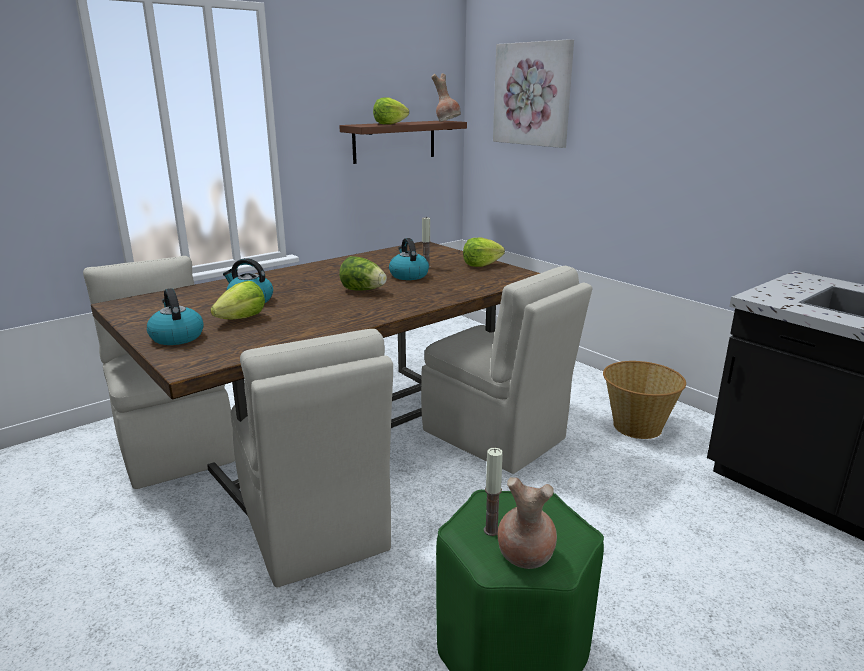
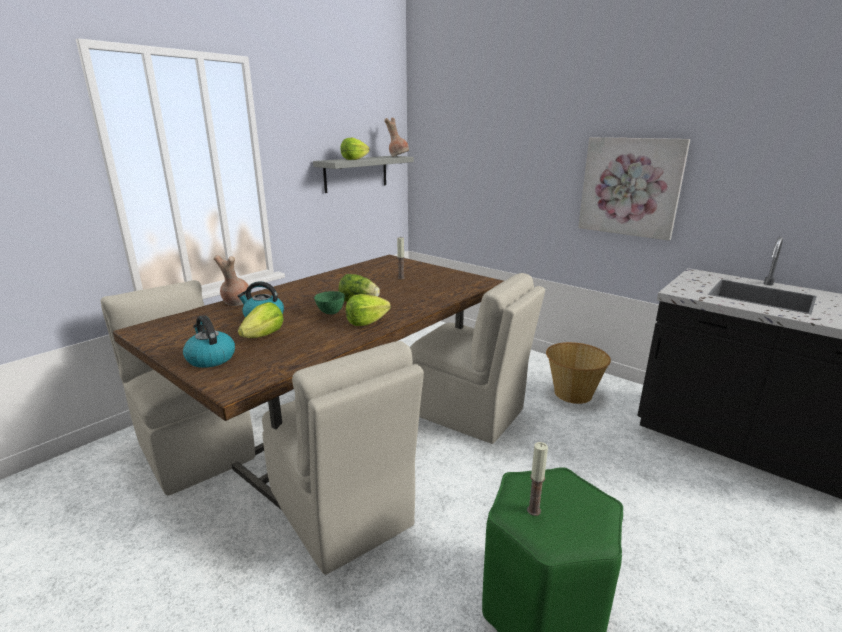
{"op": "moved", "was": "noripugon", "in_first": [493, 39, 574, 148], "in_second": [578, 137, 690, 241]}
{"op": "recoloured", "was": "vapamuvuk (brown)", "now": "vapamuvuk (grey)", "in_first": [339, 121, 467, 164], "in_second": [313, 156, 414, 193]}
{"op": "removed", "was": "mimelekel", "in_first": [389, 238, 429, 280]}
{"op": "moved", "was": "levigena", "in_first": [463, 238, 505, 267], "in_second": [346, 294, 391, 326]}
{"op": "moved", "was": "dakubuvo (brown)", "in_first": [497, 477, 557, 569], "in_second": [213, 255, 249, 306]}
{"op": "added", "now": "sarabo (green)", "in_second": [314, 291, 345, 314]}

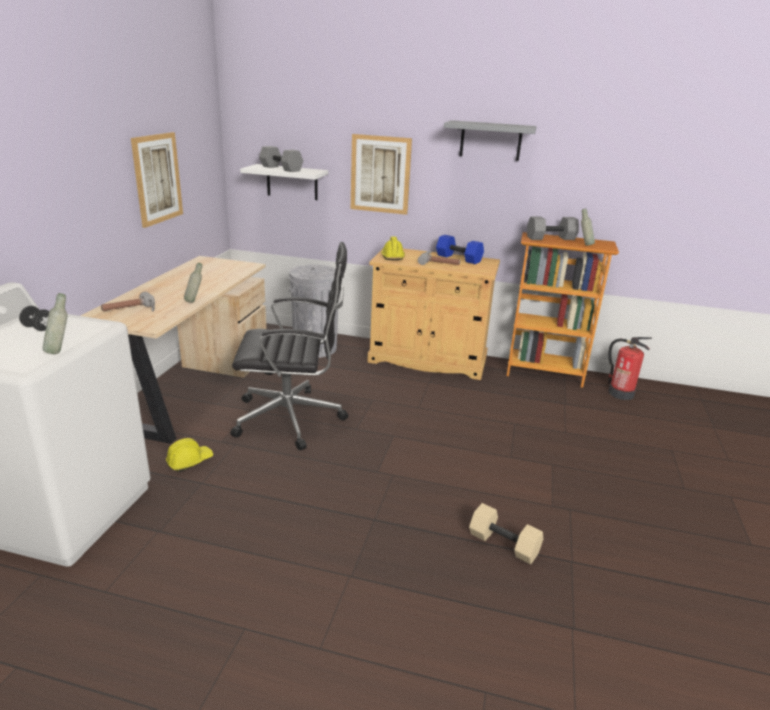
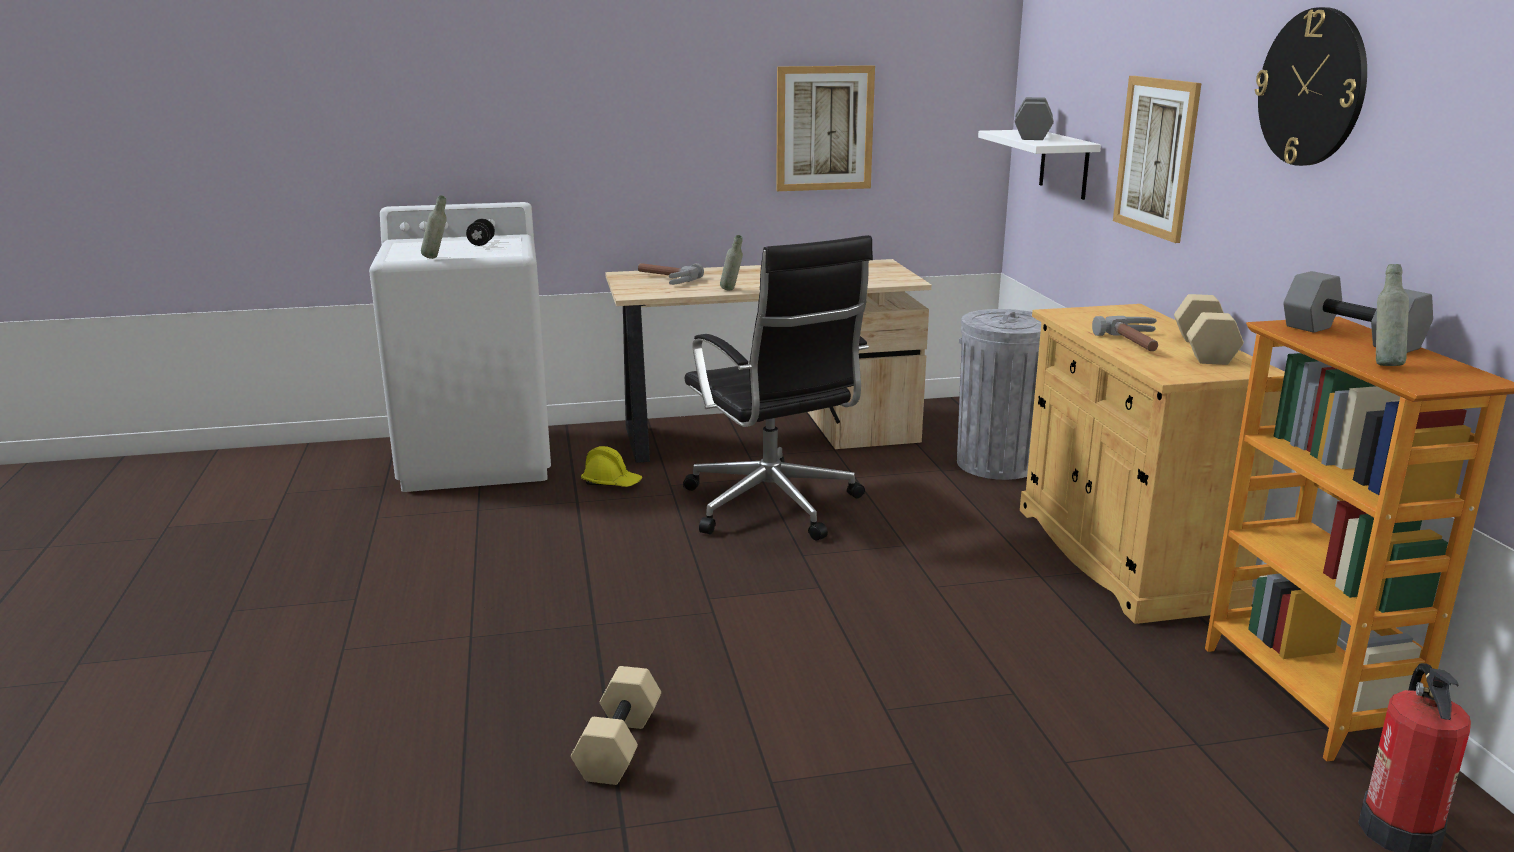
{"op": "replaced", "was": "vapamuvuk (grey)", "now": "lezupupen", "in_first": [444, 120, 537, 161], "in_second": [1255, 7, 1367, 166]}
{"op": "recoloured", "was": "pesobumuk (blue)", "now": "pesobumuk (beige)", "in_first": [436, 235, 484, 264], "in_second": [1174, 294, 1244, 365]}
{"op": "removed", "was": "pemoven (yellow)", "in_first": [381, 236, 405, 260]}

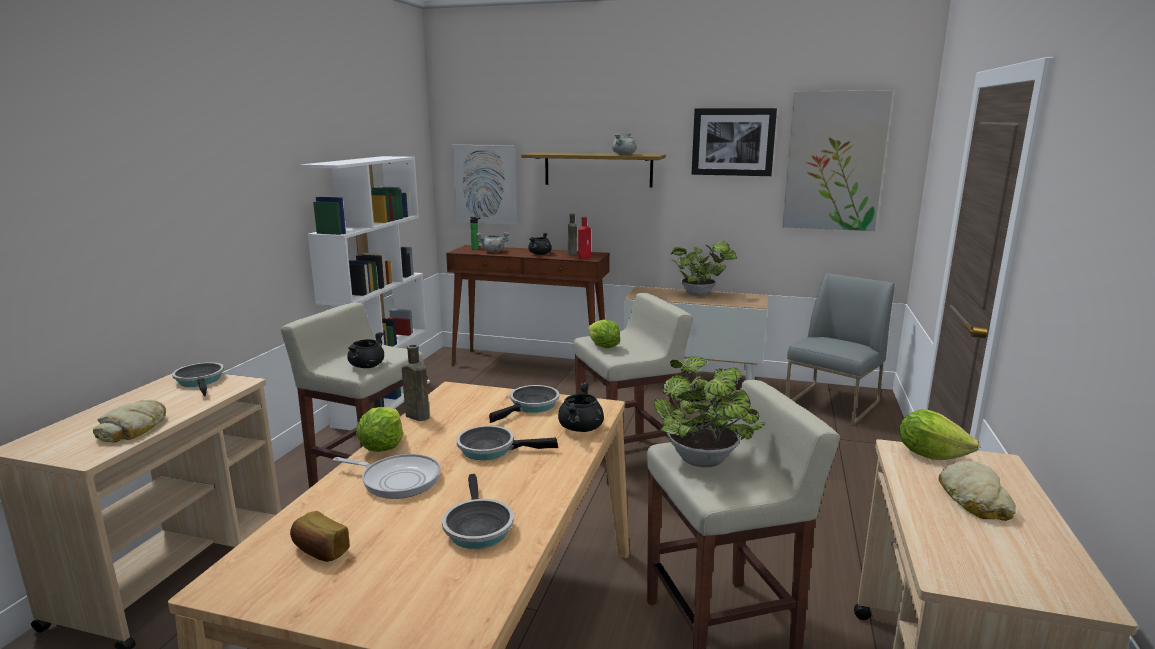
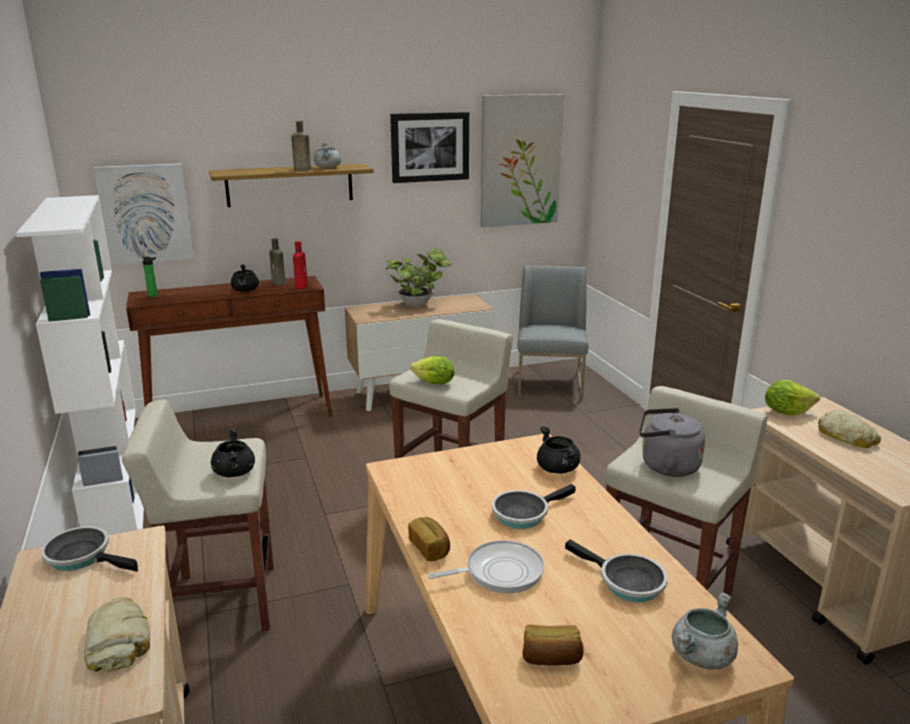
{"op": "moved", "was": "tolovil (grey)", "in_first": [476, 232, 510, 252], "in_second": [672, 592, 738, 669]}
{"op": "moved", "was": "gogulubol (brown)", "in_first": [402, 344, 430, 421], "in_second": [291, 121, 311, 171]}
{"op": "replaced", "was": "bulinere", "now": "mimelekel (grey)", "in_first": [654, 357, 765, 467], "in_second": [639, 408, 705, 477]}
{"op": "removed", "was": "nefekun", "in_first": [489, 385, 560, 423]}
{"op": "replaced", "was": "levigena", "now": "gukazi", "in_first": [356, 407, 403, 452], "in_second": [408, 517, 450, 561]}

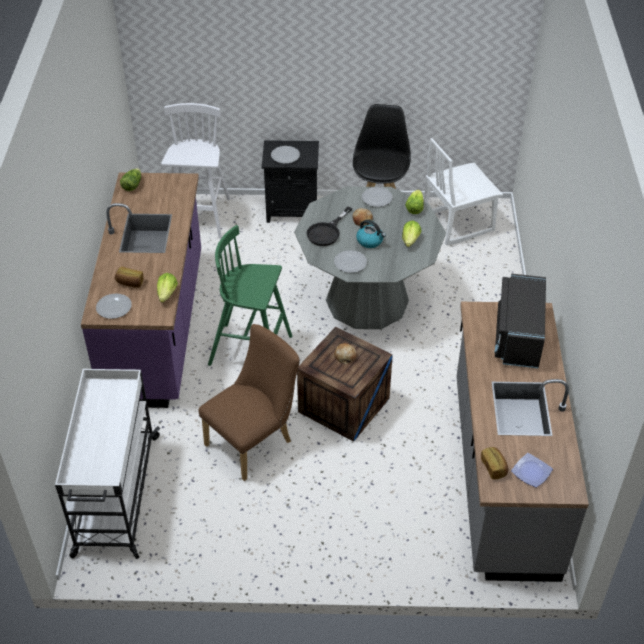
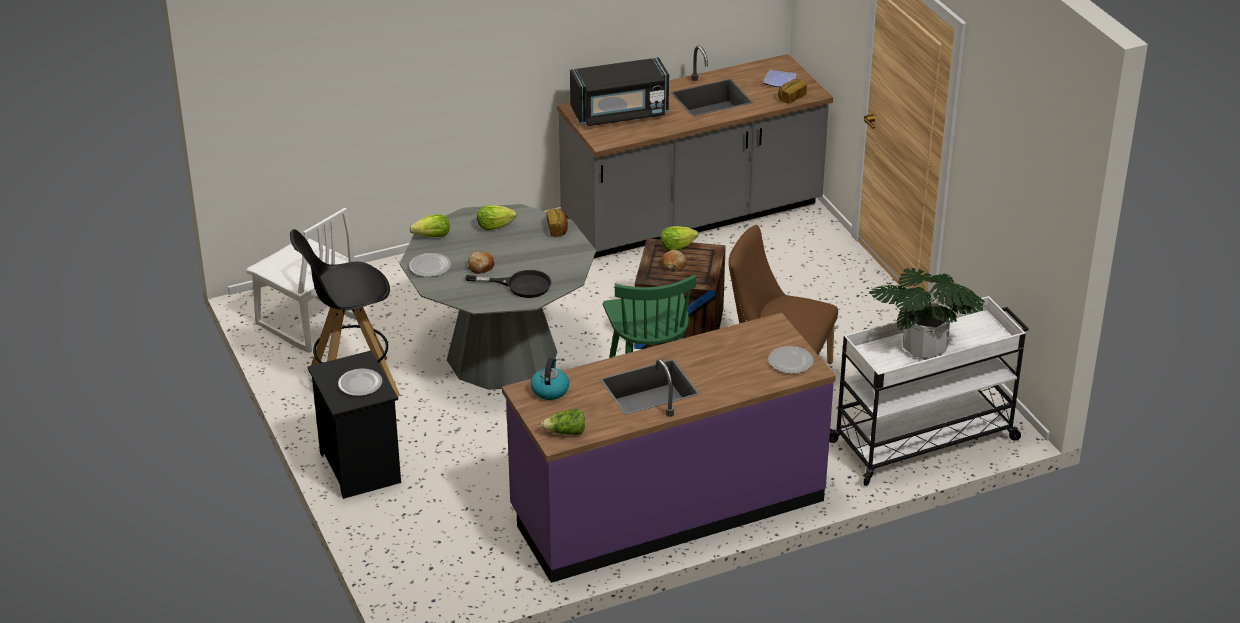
{"op": "removed", "was": "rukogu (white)", "in_first": [161, 103, 230, 239]}
{"op": "moved", "was": "mimelekel", "in_first": [356, 220, 386, 248], "in_second": [530, 358, 569, 400]}
{"op": "removed", "was": "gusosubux", "in_first": [334, 250, 367, 273]}
{"op": "moved", "was": "gukazi", "in_first": [115, 267, 143, 288], "in_second": [546, 209, 568, 237]}
{"op": "moved", "was": "levigena", "in_first": [157, 273, 178, 302], "in_second": [660, 226, 698, 251]}
{"op": "added", "now": "bulinere", "in_second": [869, 268, 985, 359]}

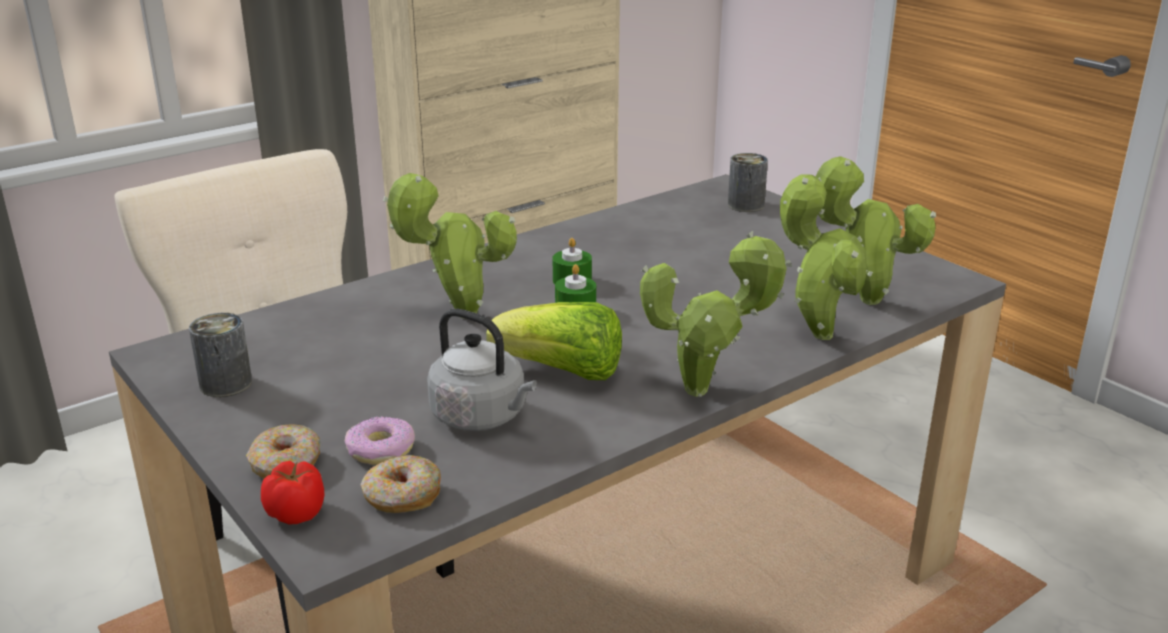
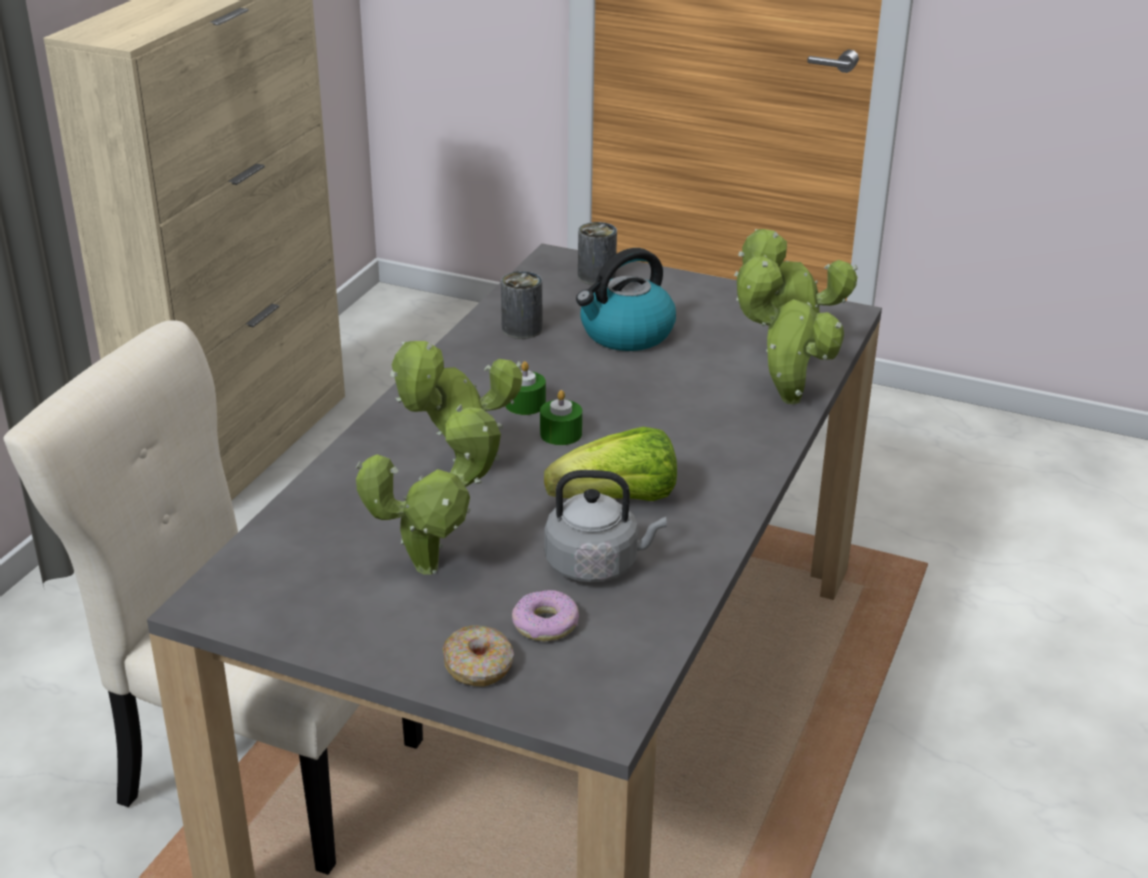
{"op": "moved", "was": "bulinere", "in_first": [640, 231, 792, 397], "in_second": [356, 404, 503, 575]}
{"op": "moved", "was": "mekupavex", "in_first": [189, 313, 252, 397], "in_second": [501, 271, 542, 339]}
{"op": "removed", "was": "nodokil", "in_first": [360, 455, 441, 513]}
{"op": "removed", "was": "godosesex", "in_first": [261, 461, 324, 524]}
{"op": "added", "now": "mimelekel", "in_second": [576, 248, 676, 351]}

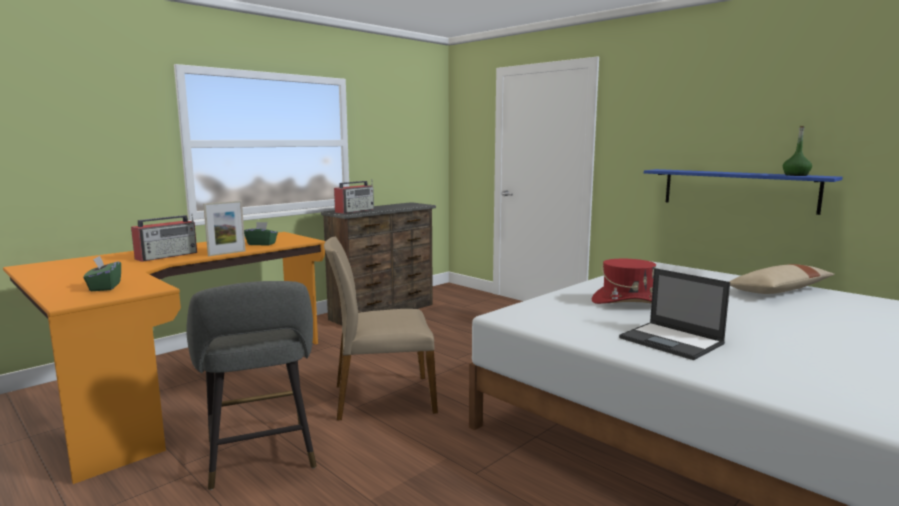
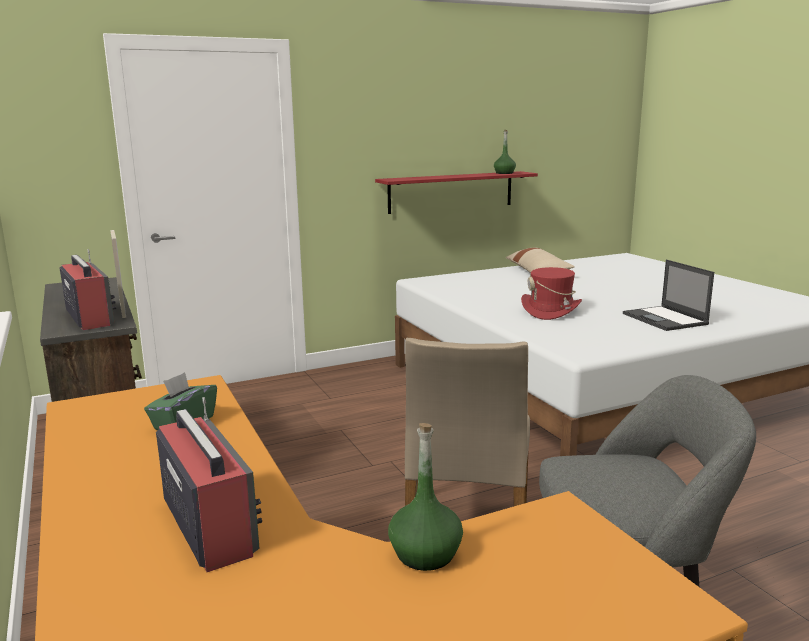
{"op": "recoloured", "was": "vapamuvuk (blue)", "now": "vapamuvuk (red)", "in_first": [644, 169, 843, 215], "in_second": [375, 171, 538, 214]}
{"op": "moved", "was": "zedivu", "in_first": [203, 201, 246, 256], "in_second": [110, 230, 126, 318]}
{"op": "removed", "was": "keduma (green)", "in_first": [83, 255, 121, 291]}
{"op": "turned", "was": "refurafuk", "in_first": [619, 268, 730, 360], "in_second": [623, 259, 714, 331], "clockwise": 90}
{"op": "added", "now": "gogulubol (green)", "in_second": [388, 423, 463, 571]}

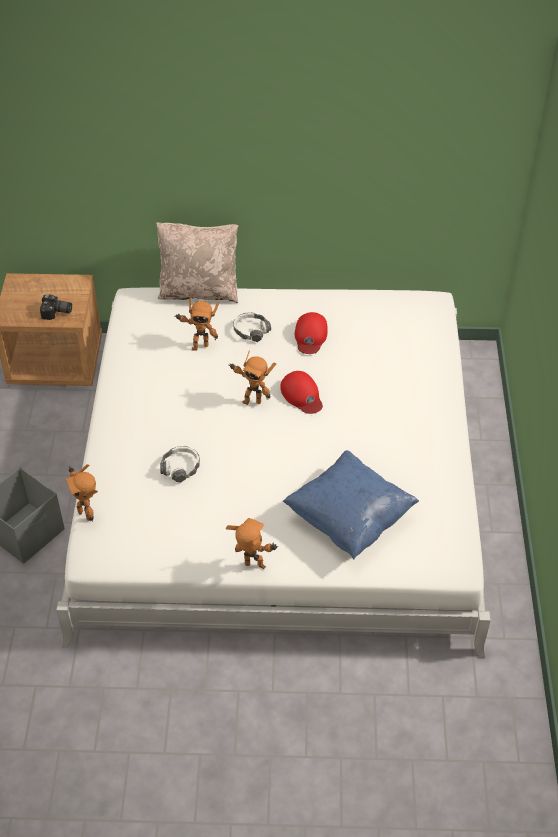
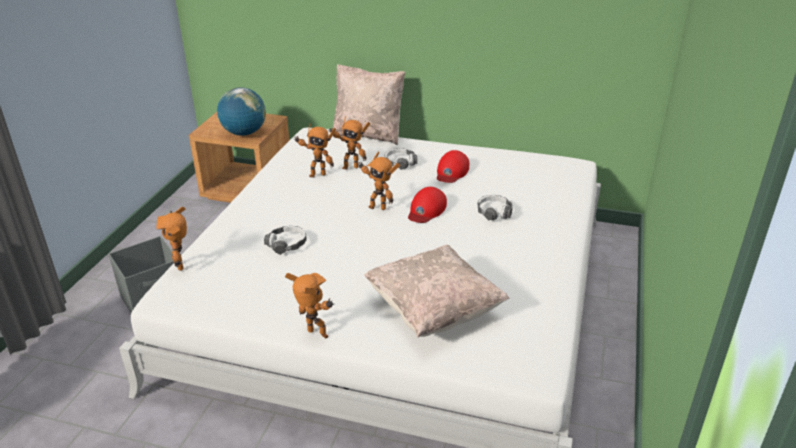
{"op": "replaced", "was": "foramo", "now": "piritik", "in_first": [40, 294, 72, 320], "in_second": [217, 87, 266, 136]}
{"op": "turned", "was": "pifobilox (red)", "in_first": [281, 371, 323, 414], "in_second": [408, 187, 447, 223], "clockwise": 45}
{"op": "recoloured", "was": "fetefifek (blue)", "now": "fetefifek (beige)", "in_first": [283, 450, 419, 560], "in_second": [364, 245, 509, 338]}
{"op": "added", "now": "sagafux", "in_second": [293, 123, 336, 177]}
{"op": "added", "now": "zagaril", "in_second": [478, 195, 513, 221]}

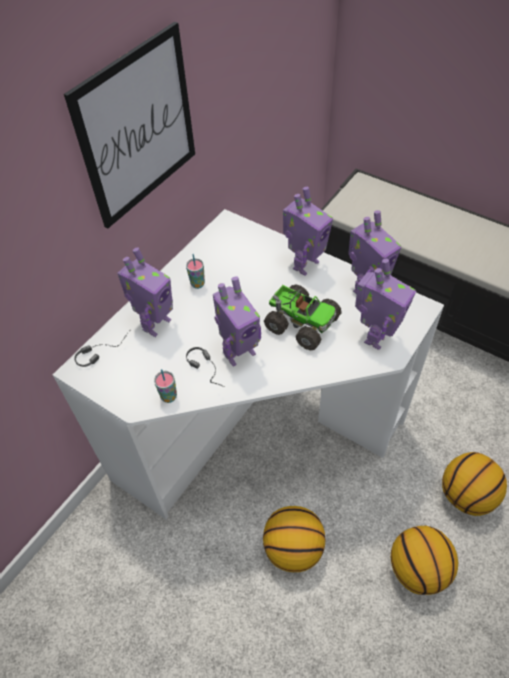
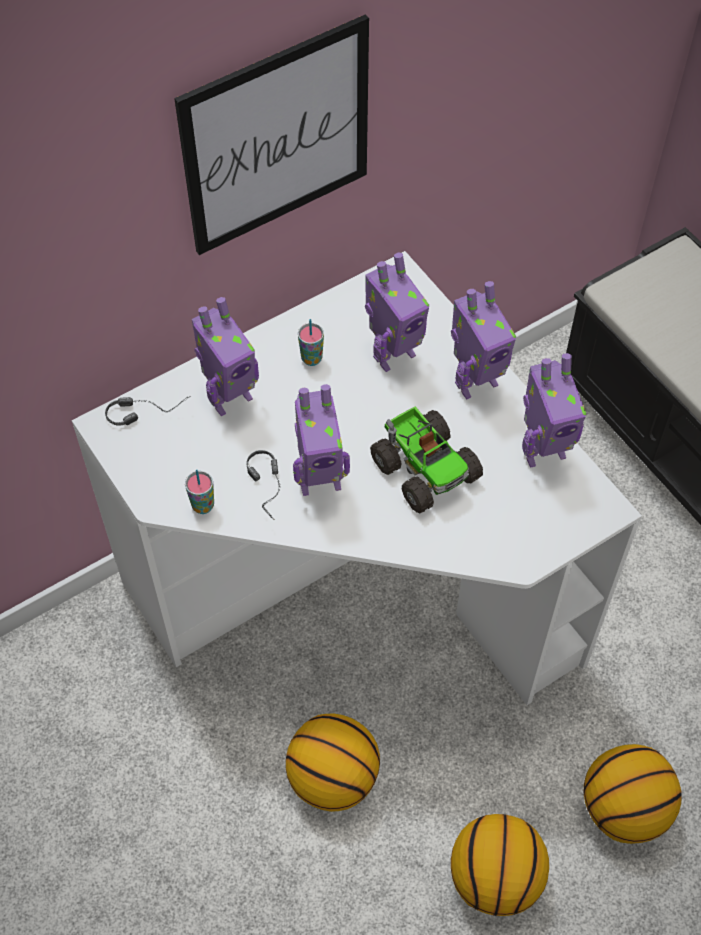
{"op": "moved", "was": "sagafux", "in_first": [355, 259, 416, 350], "in_second": [365, 253, 429, 372]}

